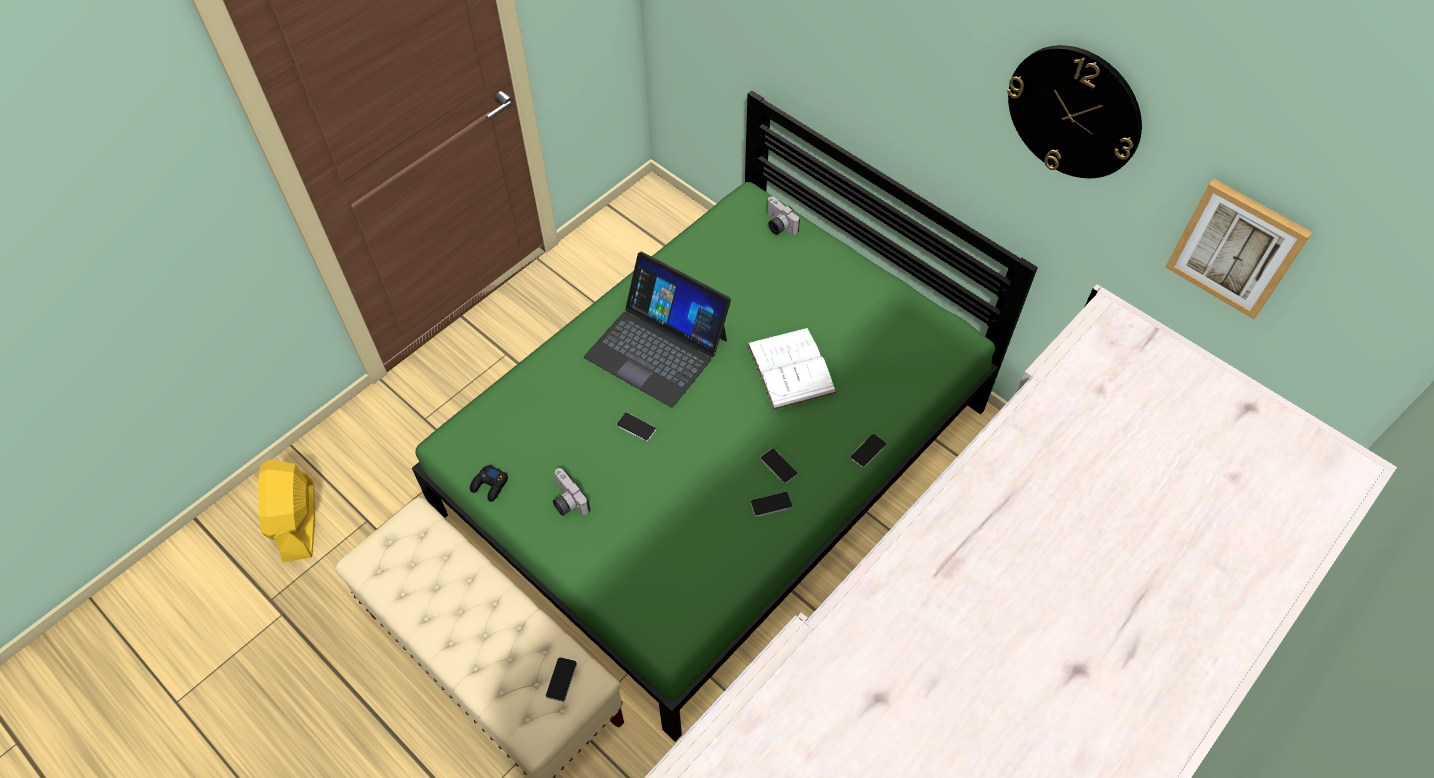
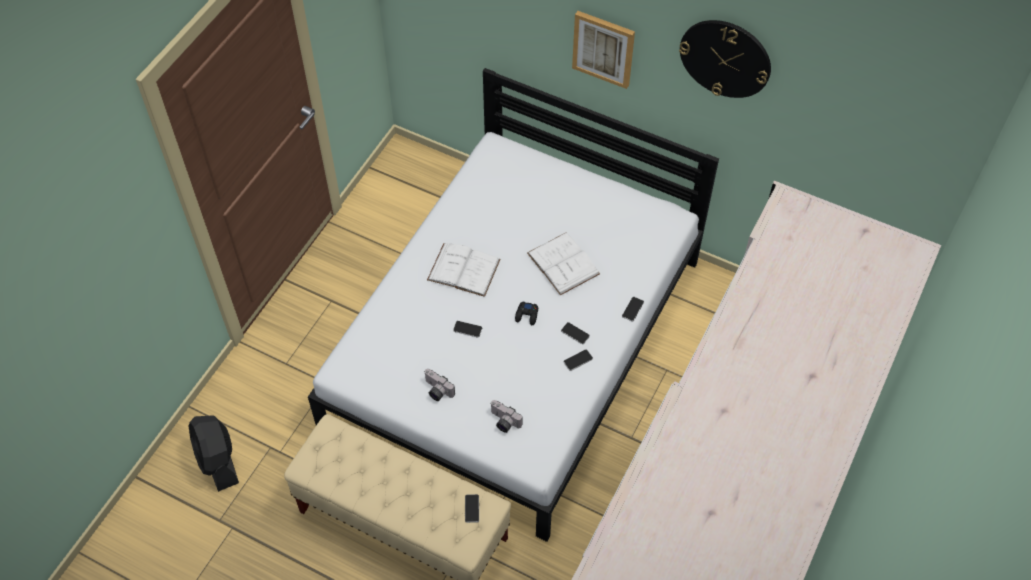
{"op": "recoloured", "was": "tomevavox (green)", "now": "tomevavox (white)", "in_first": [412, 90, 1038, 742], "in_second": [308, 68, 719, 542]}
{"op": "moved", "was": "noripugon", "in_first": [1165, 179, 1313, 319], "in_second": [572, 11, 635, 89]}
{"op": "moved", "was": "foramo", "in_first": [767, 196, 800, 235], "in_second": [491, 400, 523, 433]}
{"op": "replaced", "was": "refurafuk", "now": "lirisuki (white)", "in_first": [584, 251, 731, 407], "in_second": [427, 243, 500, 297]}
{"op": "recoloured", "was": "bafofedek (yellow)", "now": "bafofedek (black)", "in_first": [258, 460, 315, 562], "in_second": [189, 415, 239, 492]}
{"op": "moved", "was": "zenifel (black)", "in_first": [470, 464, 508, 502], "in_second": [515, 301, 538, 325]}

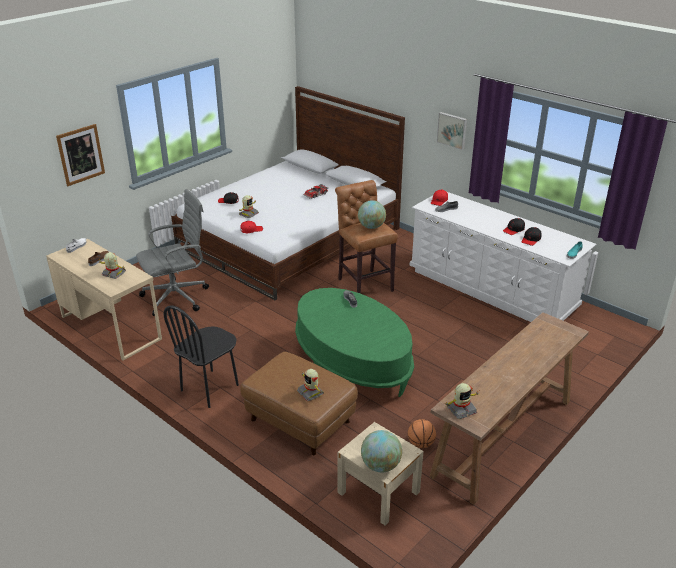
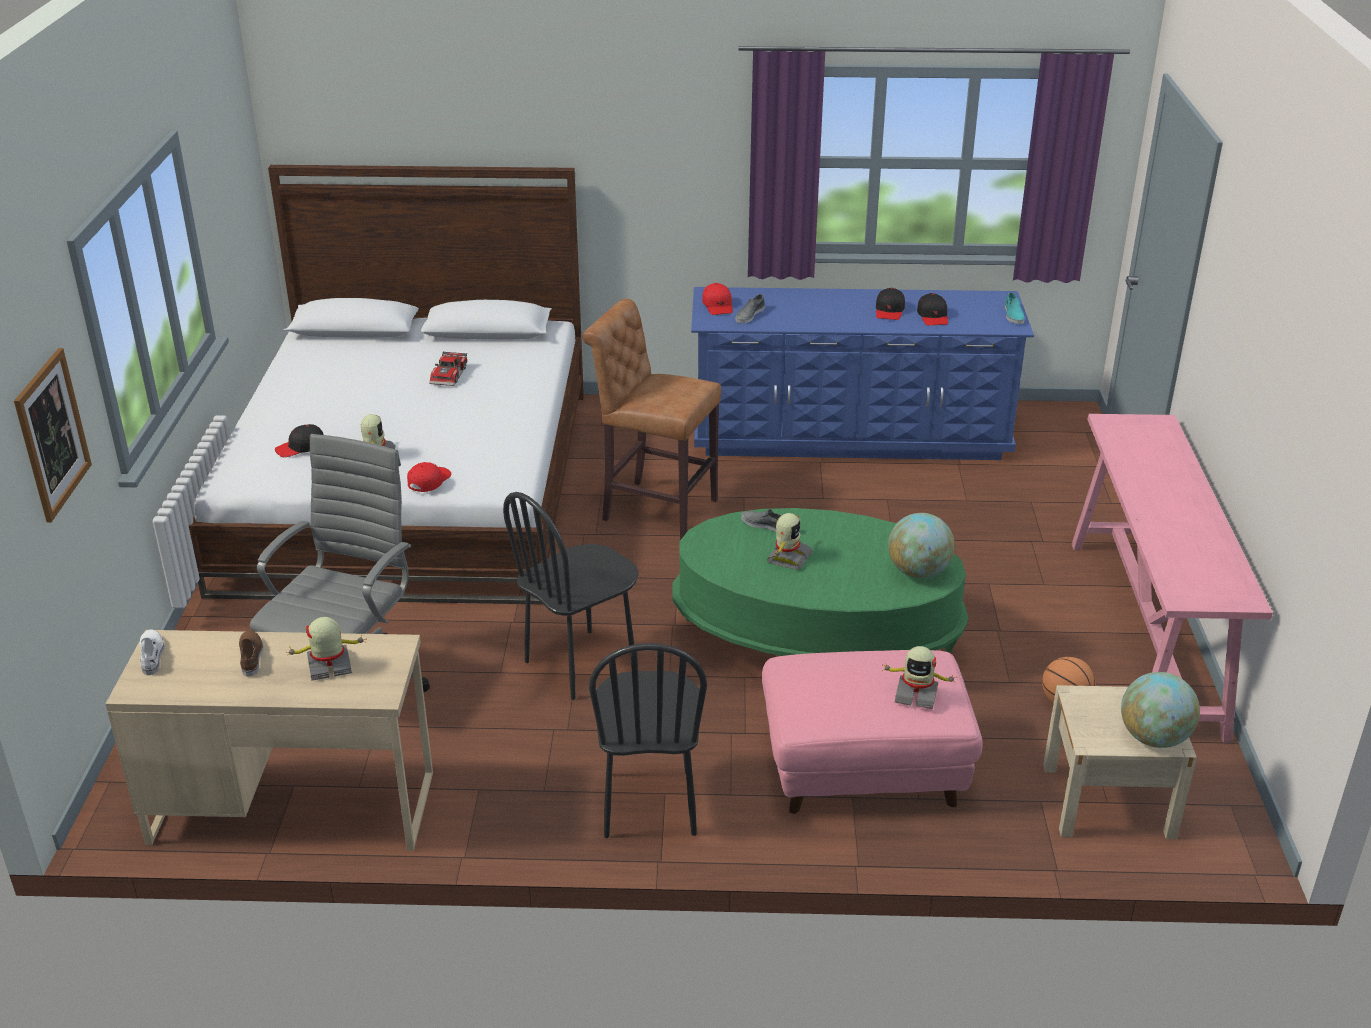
{"op": "removed", "was": "noripugon", "in_first": [437, 112, 467, 150]}
{"op": "recoloured", "was": "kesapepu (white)", "now": "kesapepu (blue)", "in_first": [410, 192, 596, 322], "in_second": [691, 287, 1034, 460]}
{"op": "moved", "was": "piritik", "in_first": [358, 200, 386, 229], "in_second": [888, 513, 955, 578]}
{"op": "recoloured", "was": "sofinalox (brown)", "now": "sofinalox (pink)", "in_first": [430, 312, 589, 505], "in_second": [1072, 414, 1273, 743]}
{"op": "recoloured", "was": "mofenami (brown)", "now": "mofenami (pink)", "in_first": [240, 352, 358, 456], "in_second": [762, 650, 983, 814]}
{"op": "moved", "was": "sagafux", "in_first": [445, 383, 479, 419], "in_second": [767, 513, 812, 569]}
{"op": "added", "now": "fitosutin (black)", "in_second": [503, 492, 639, 700]}

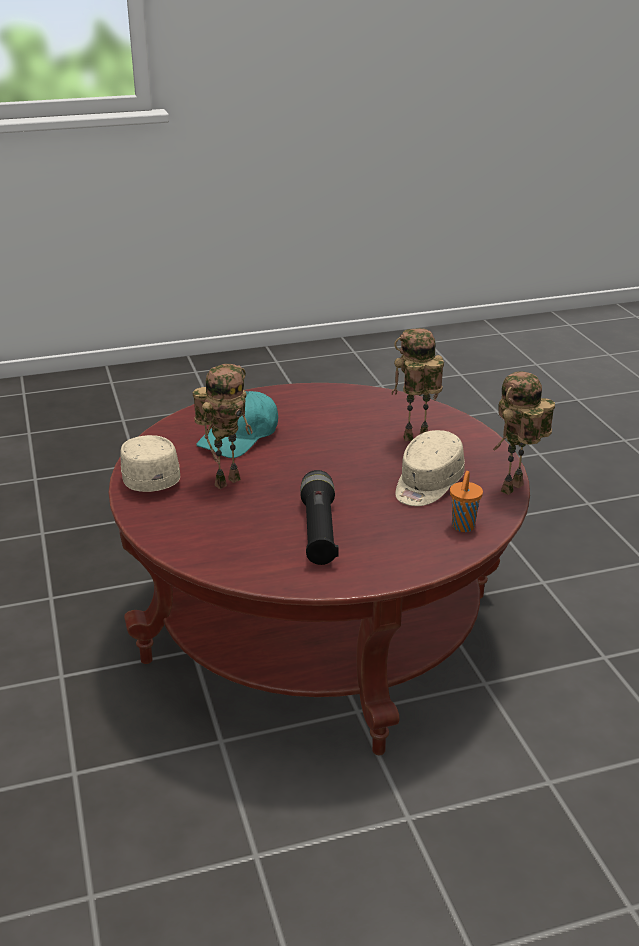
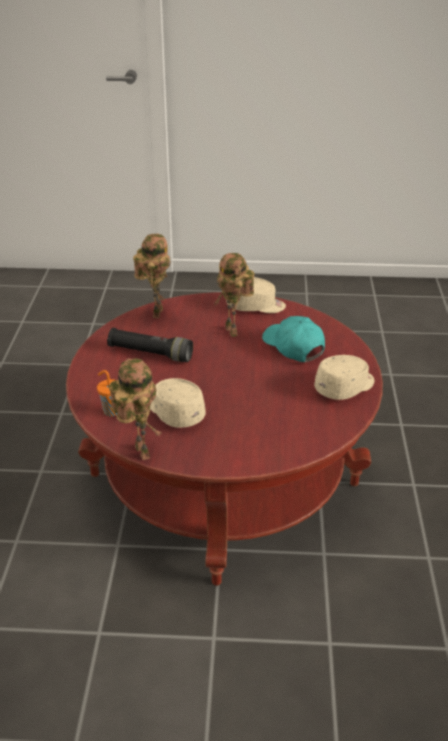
{"op": "moved", "was": "sagafux", "in_first": [392, 328, 444, 441], "in_second": [133, 233, 170, 318]}
{"op": "added", "now": "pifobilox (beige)", "in_second": [314, 355, 374, 400]}

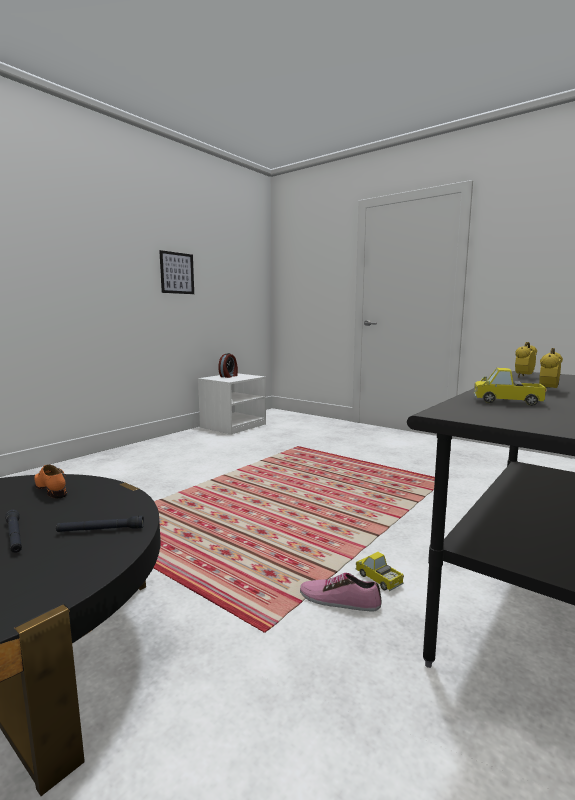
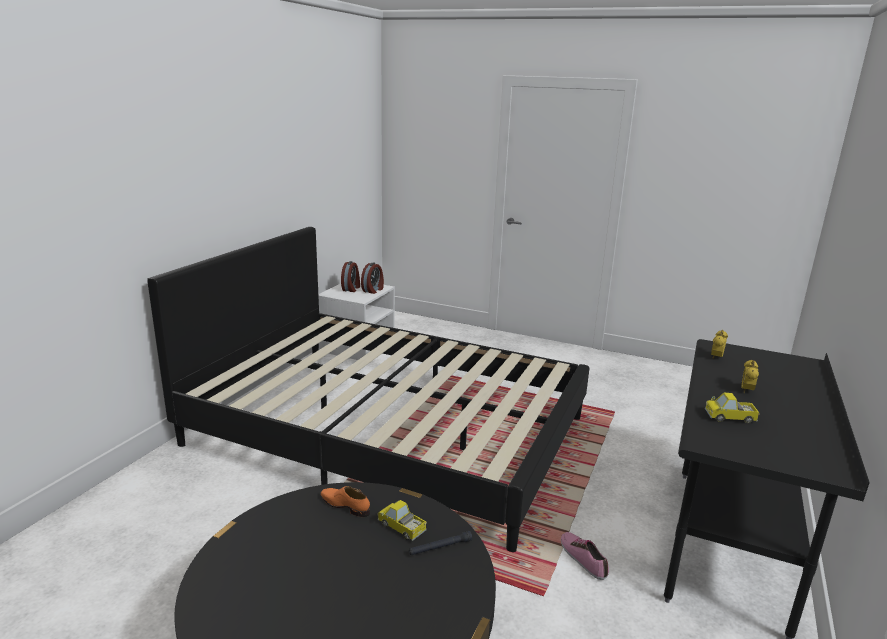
{"op": "removed", "was": "noripugon", "in_first": [159, 250, 194, 294]}
{"op": "removed", "was": "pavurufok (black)", "in_first": [5, 510, 22, 553]}
{"op": "moved", "was": "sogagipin", "in_first": [356, 552, 404, 591], "in_second": [378, 500, 427, 541]}
{"op": "turned", "was": "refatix", "in_first": [300, 573, 382, 611], "in_second": [561, 532, 609, 580], "clockwise": 60}
{"op": "added", "now": "tomevavox (black)", "in_second": [147, 227, 589, 552]}
{"op": "added", "now": "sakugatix", "in_second": [361, 263, 384, 294]}

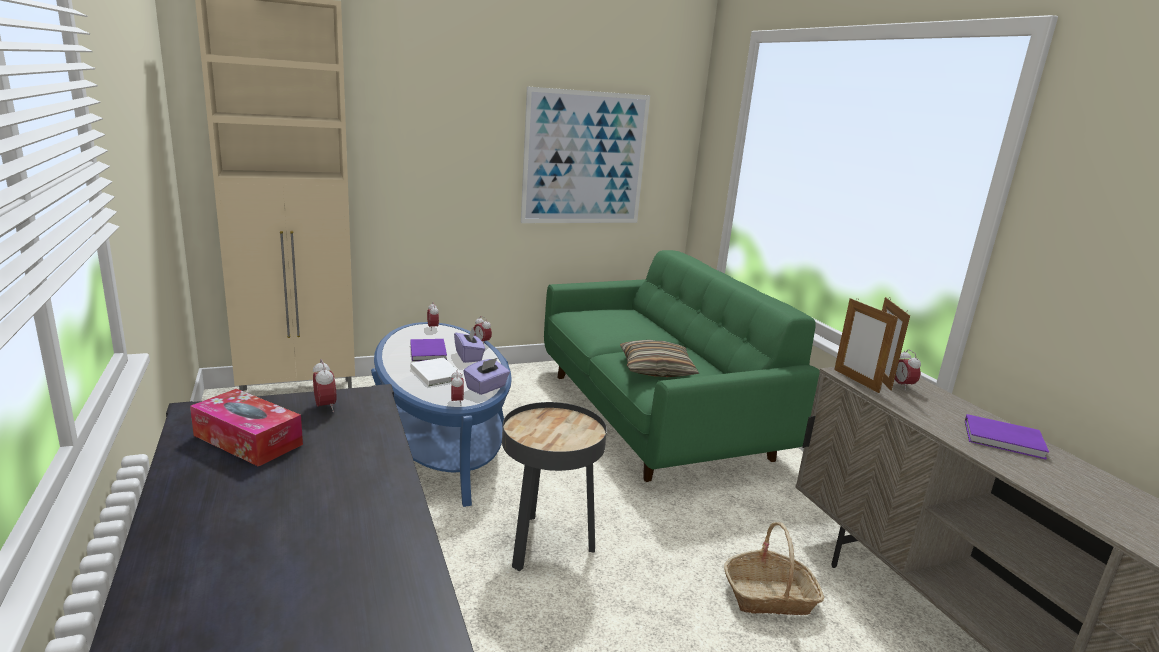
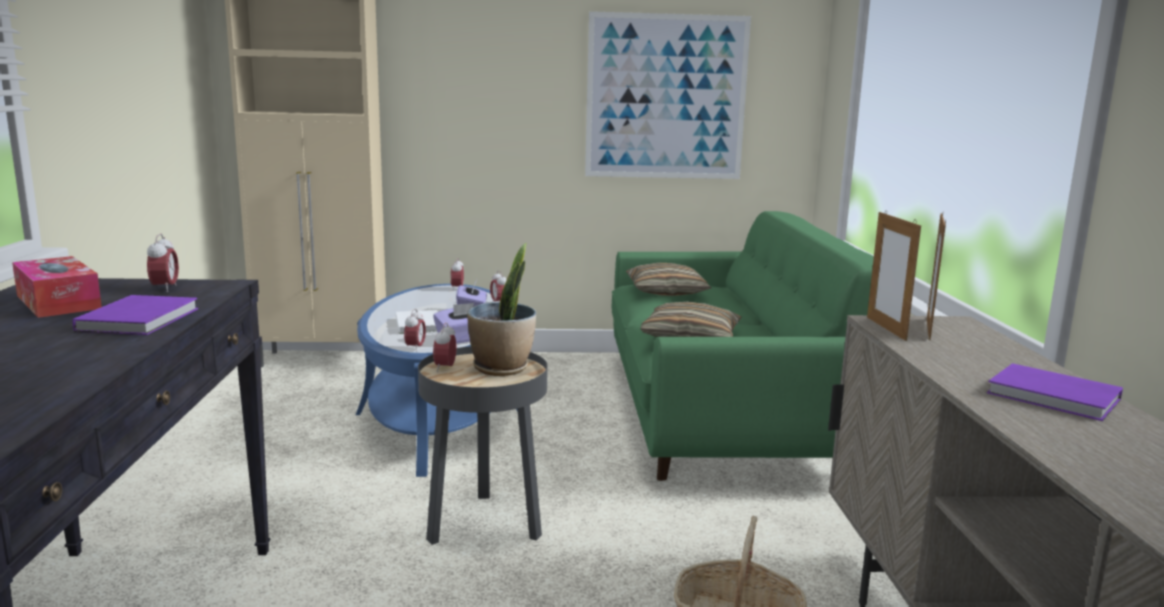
{"op": "moved", "was": "lirisuki (purple)", "in_first": [410, 339, 447, 361], "in_second": [72, 295, 198, 335]}
{"op": "moved", "was": "sakugatix", "in_first": [894, 350, 921, 390], "in_second": [433, 322, 456, 372]}
{"op": "added", "now": "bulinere", "in_second": [467, 243, 536, 376]}
{"op": "added", "now": "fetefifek", "in_second": [626, 263, 711, 296]}

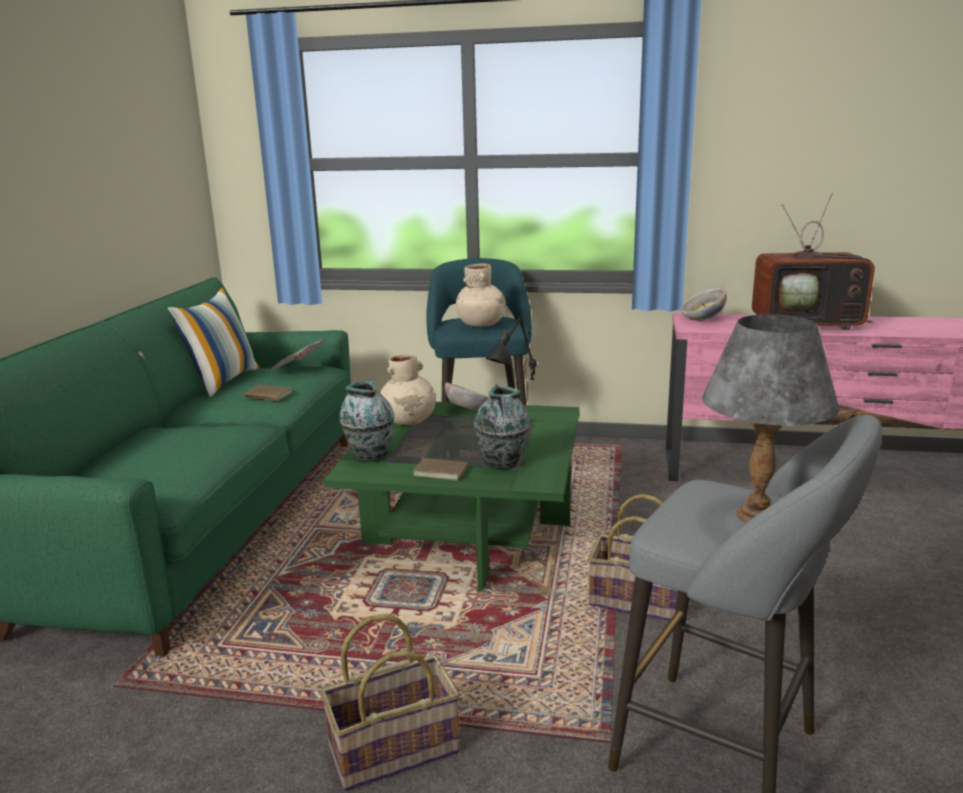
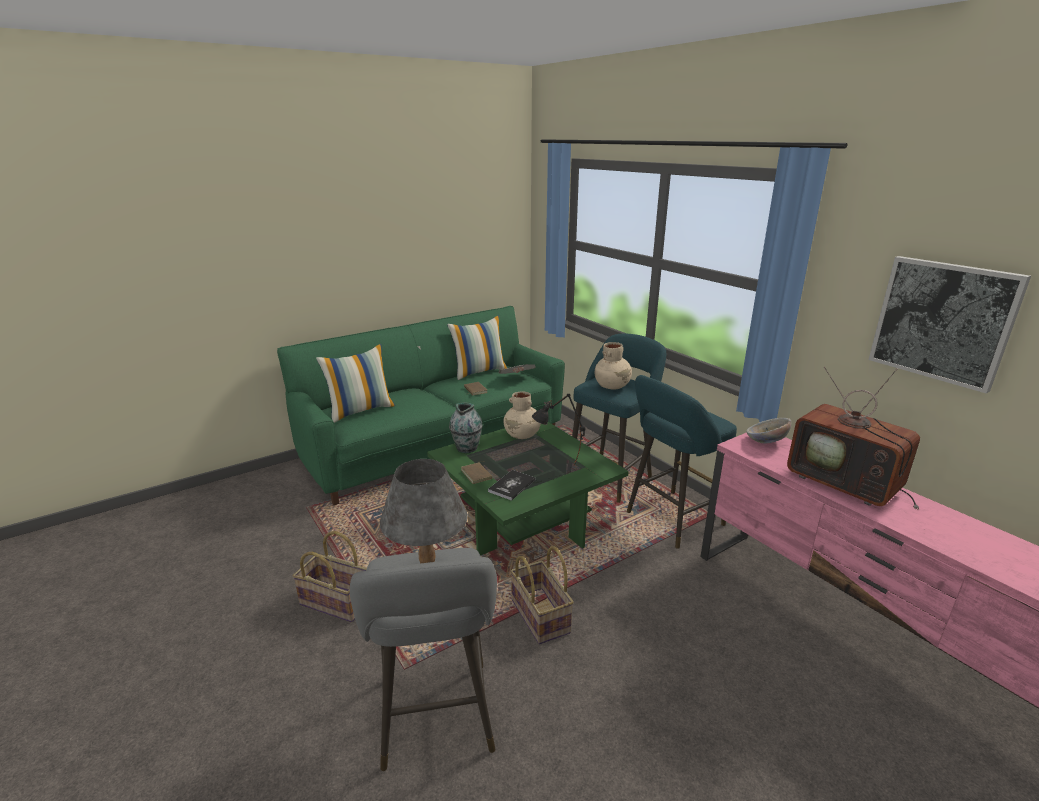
{"op": "removed", "was": "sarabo", "in_first": [445, 383, 489, 411]}
{"op": "replaced", "was": "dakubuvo", "now": "lirisuki", "in_first": [474, 384, 530, 469], "in_second": [488, 470, 535, 501]}
{"op": "added", "now": "noripugon", "in_second": [868, 256, 1031, 393]}
{"op": "added", "now": "fetefifek", "in_second": [316, 344, 395, 423]}
{"op": "added", "now": "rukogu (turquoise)", "in_second": [627, 375, 737, 549]}

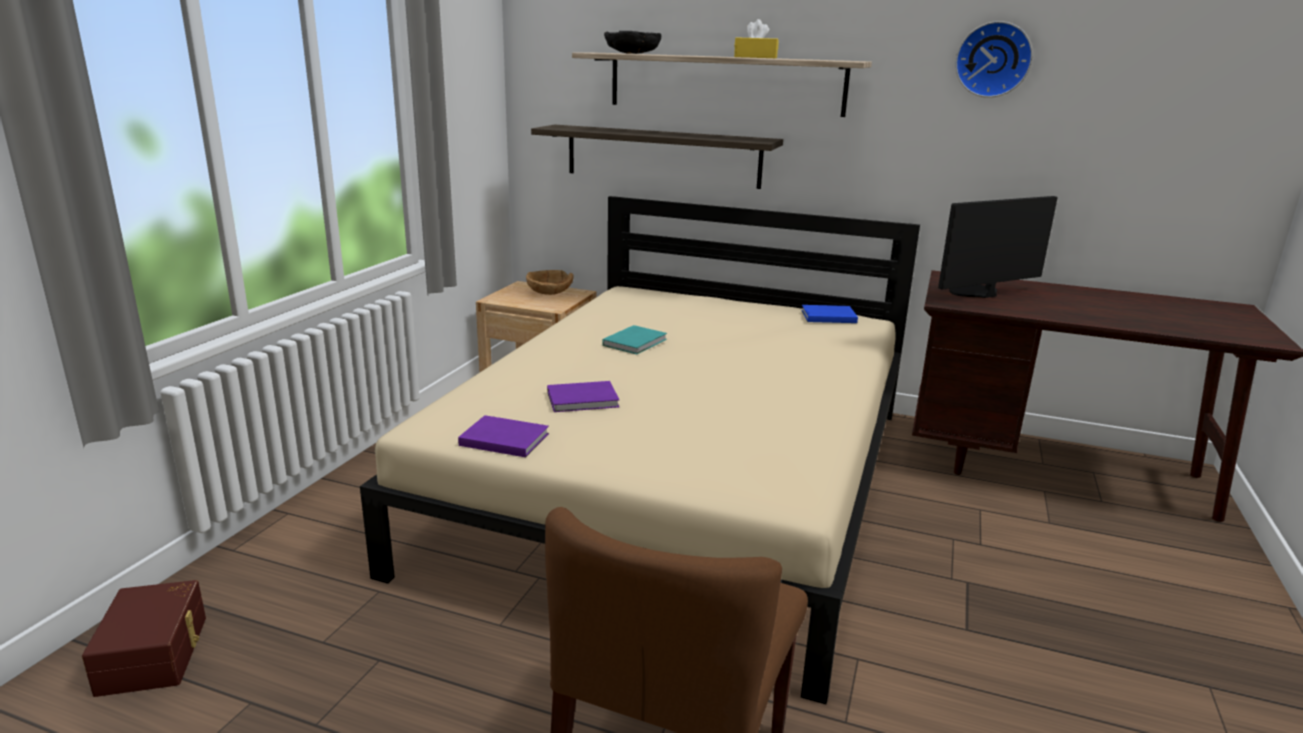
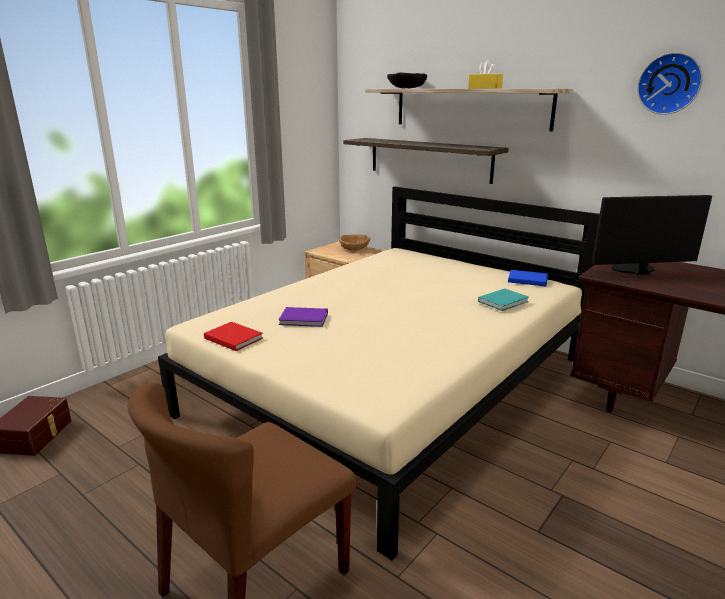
{"op": "moved", "was": "lirisuki (turquoise)", "in_first": [602, 325, 667, 355], "in_second": [478, 288, 529, 311]}
{"op": "recoloured", "was": "lirisuki (purple)", "now": "lirisuki (red)", "in_first": [458, 415, 549, 457], "in_second": [204, 322, 263, 351]}

